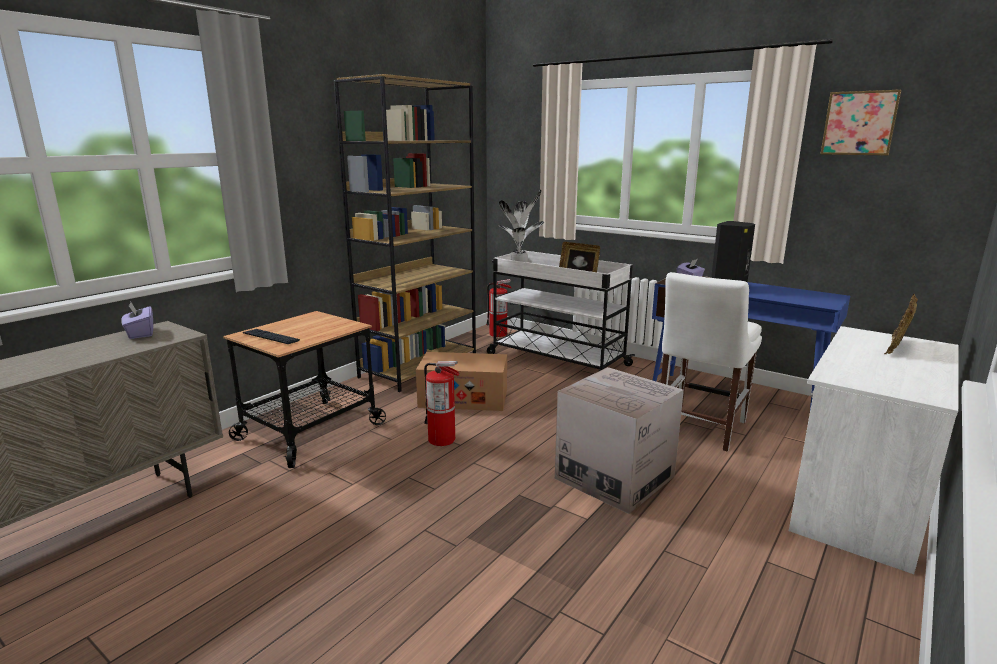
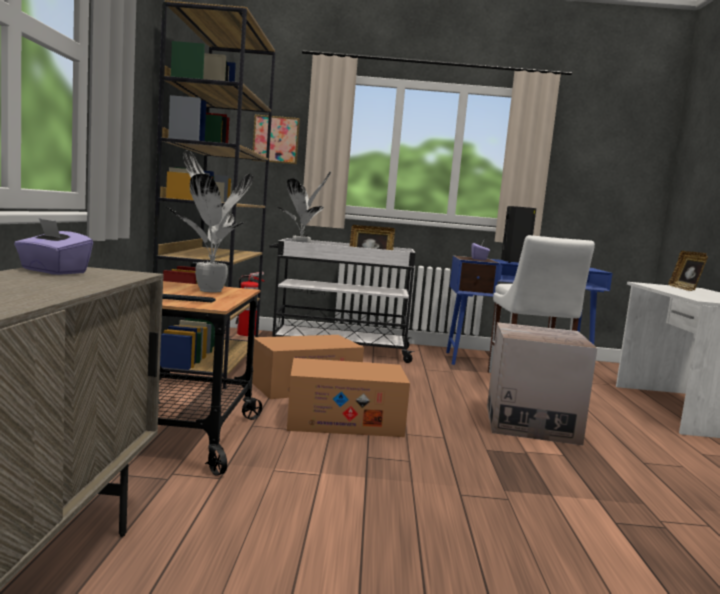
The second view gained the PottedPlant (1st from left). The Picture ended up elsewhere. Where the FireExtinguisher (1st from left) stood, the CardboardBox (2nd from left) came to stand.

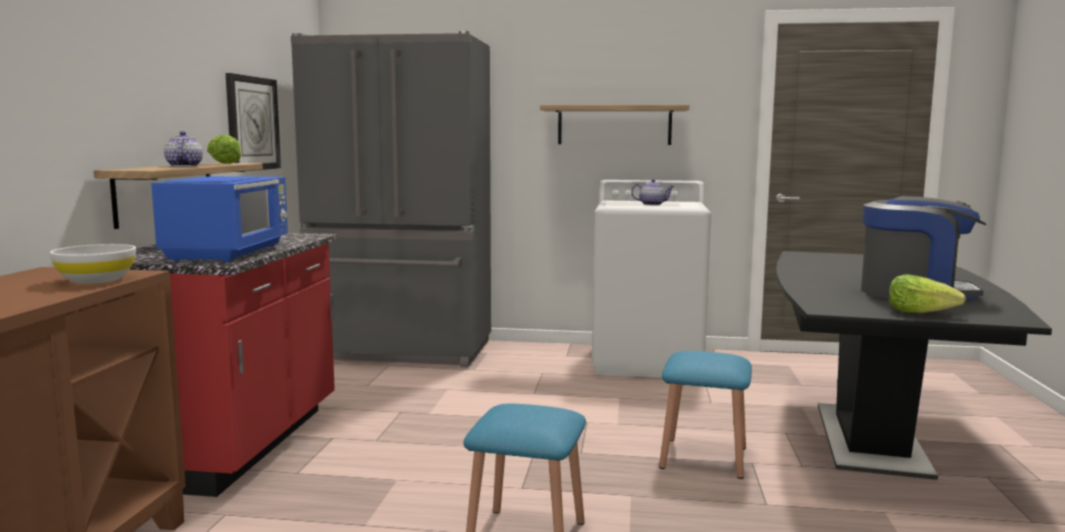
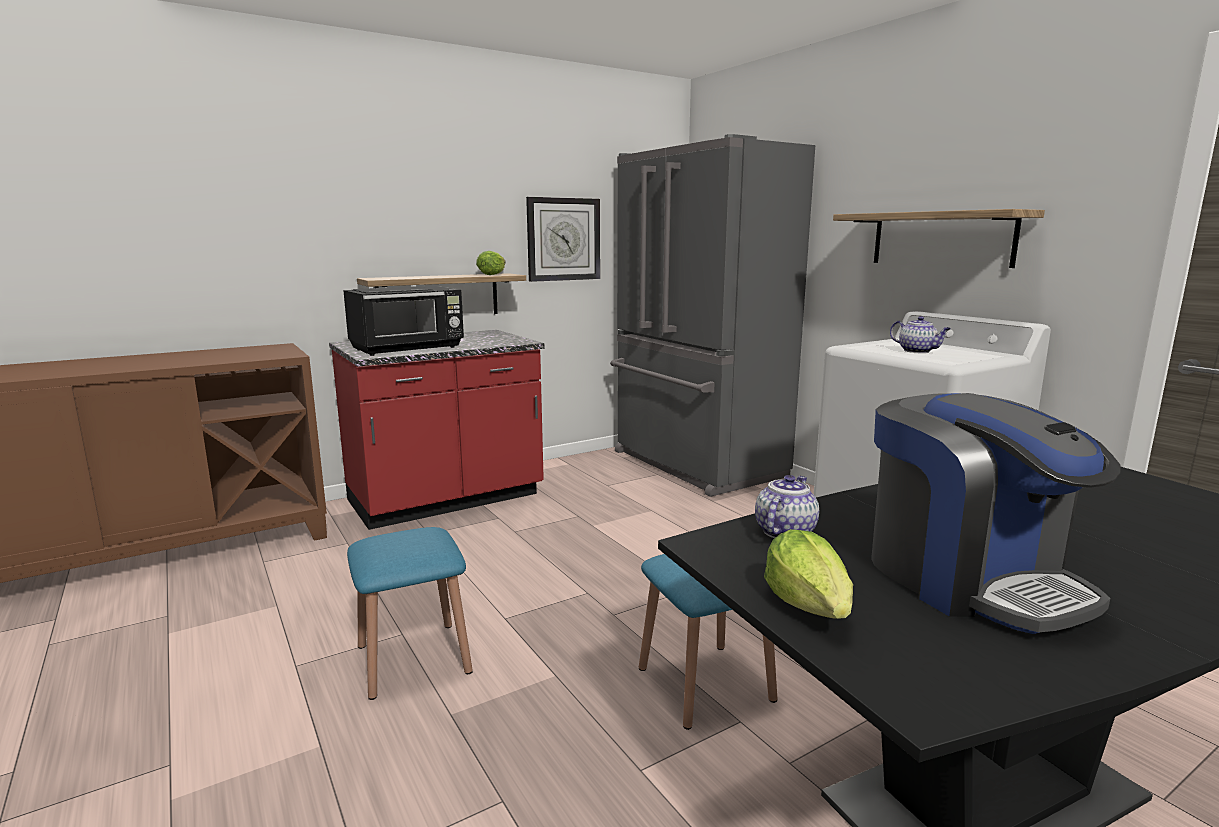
What was the BlueMicrowave turned into the BlackMicrowave. The Teapot (1st from left) ended up elsewhere. The second view lost the WhiteBowl.

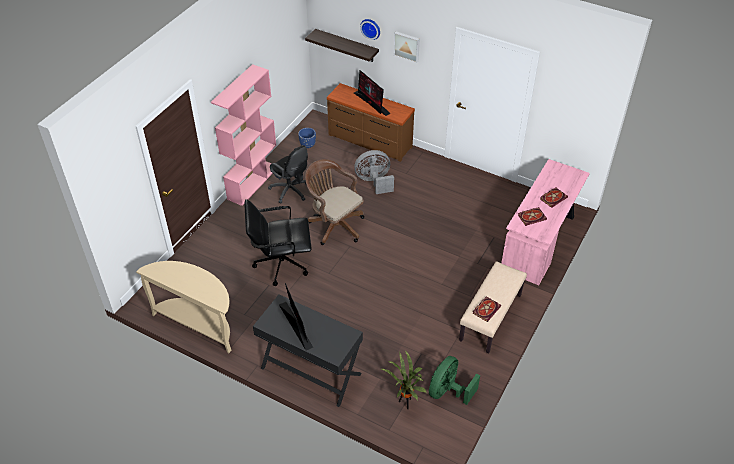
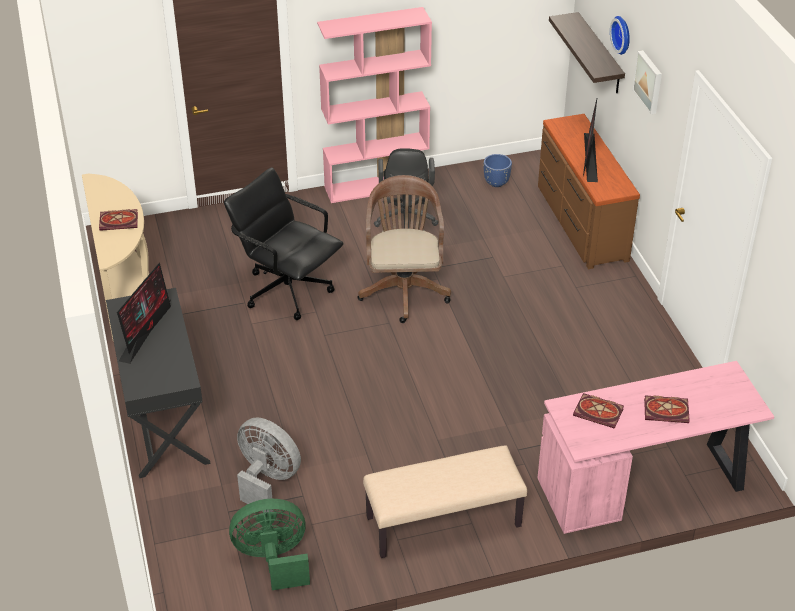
The Book (1st from left) ended up elsewhere. The GreyFan ended up elsewhere. The second view lost the PottedPlant.

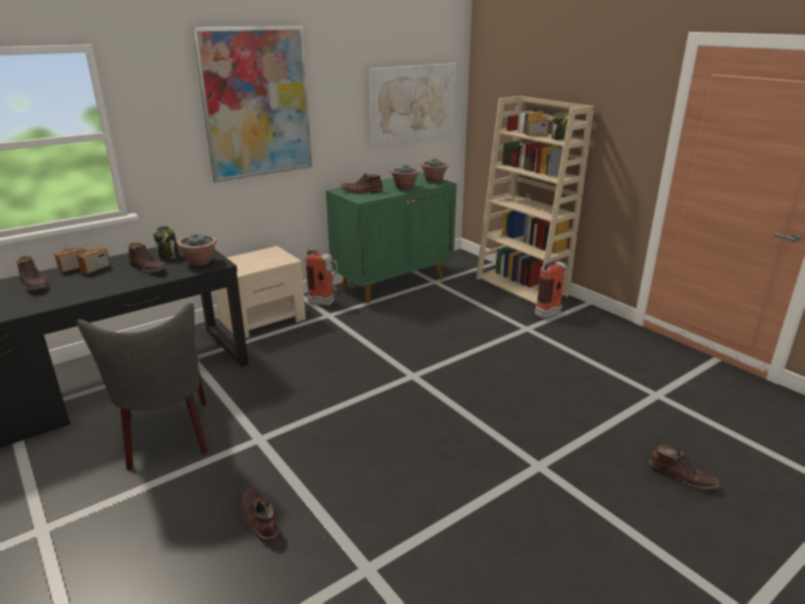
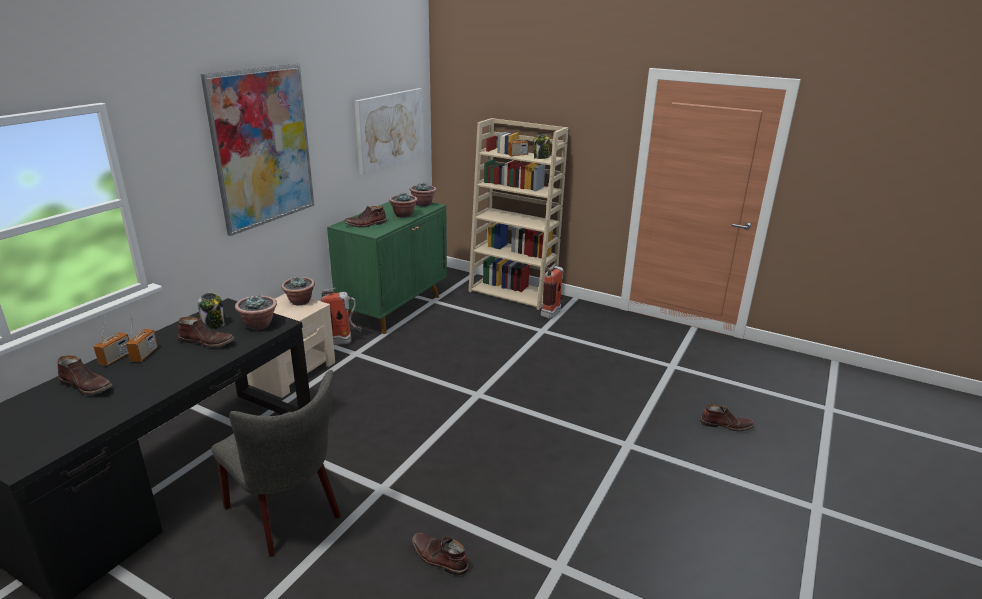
The second view gained the PottedPlant (2nd from left).

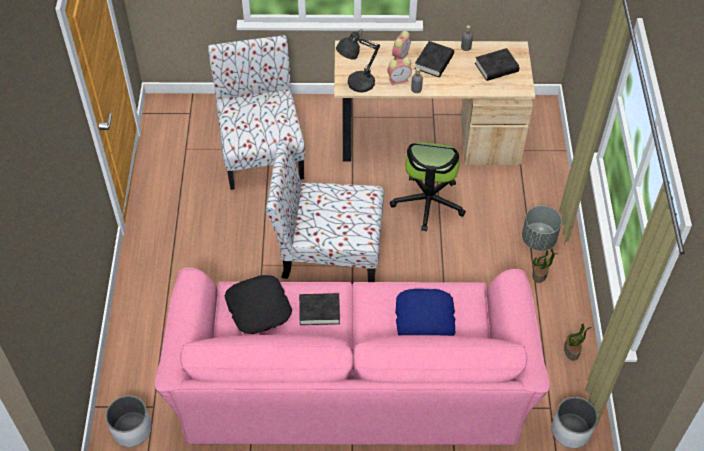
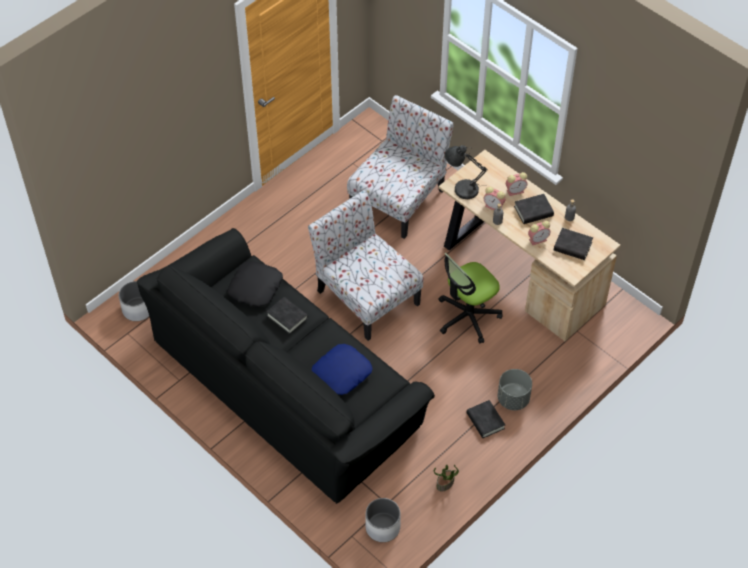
What was the PinkSofa turned into the BlackSofa. Where the PottedPlant (1st from left) stood, the BlackBook (2nd from left) came to stand. The second view gained the AlarmClock (3rd from left).

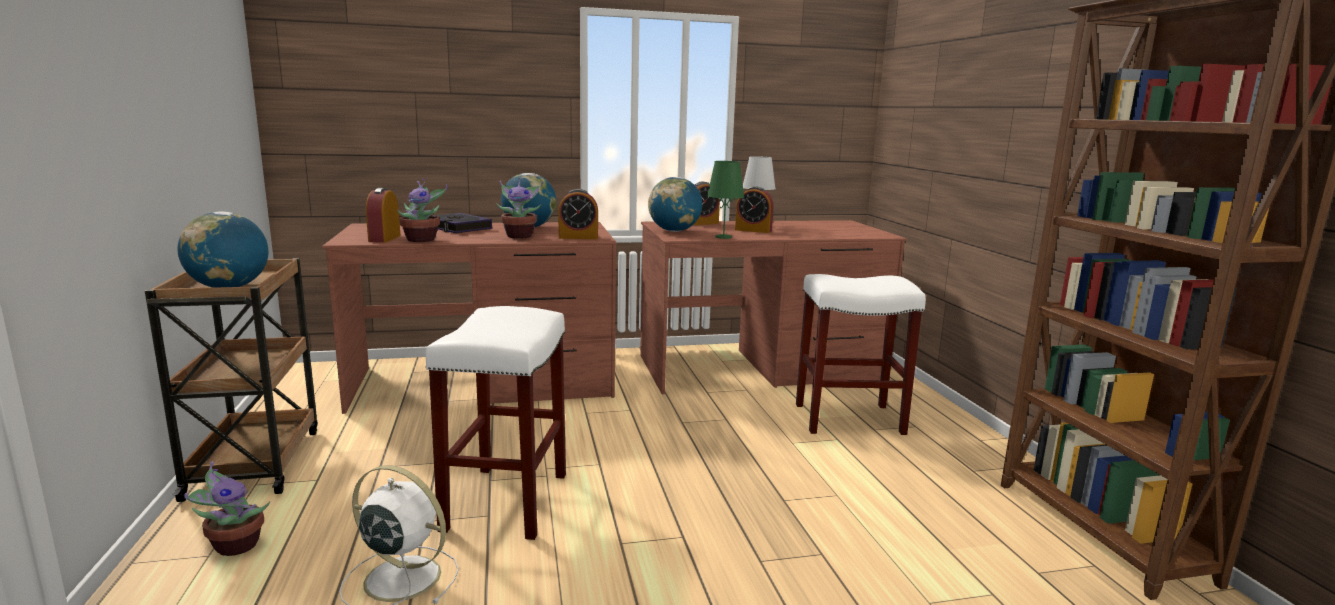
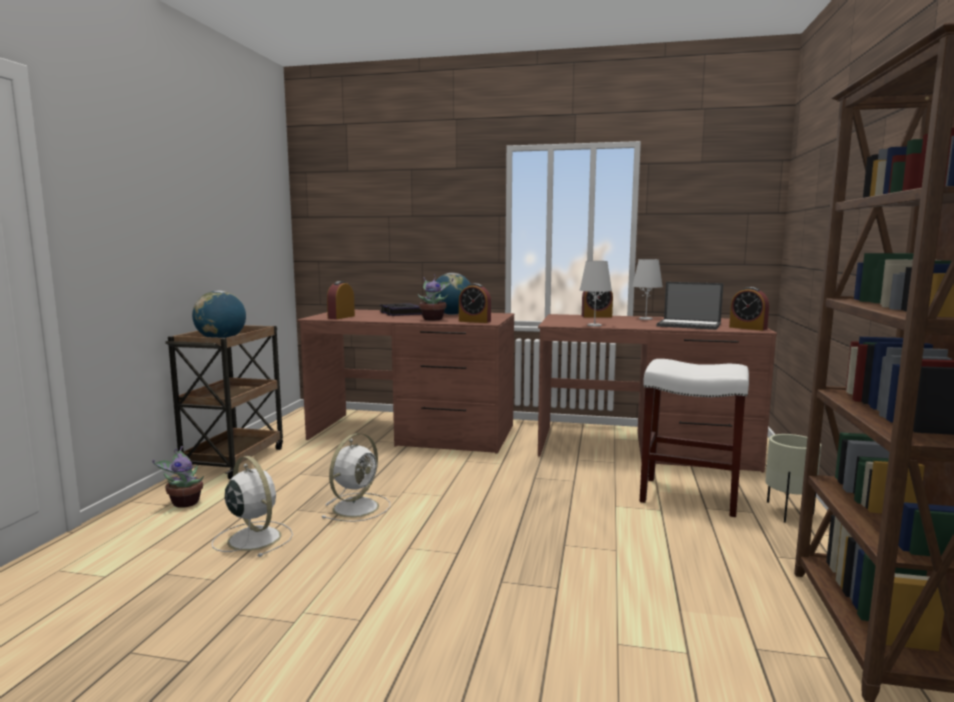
Where the WhiteStool (1st from left) stood, the WhiteFan (2nd from left) came to stand. What was the GreenTableLamp turned into the WhiteTableLamp (1st from left). The second view gained the Laptop. The AlarmClock (4th from left) ended up elsewhere. The second view gained the BeigePlanter. The second view lost the PottedPlant (2nd from left). The second view lost the Globe (3rd from left).

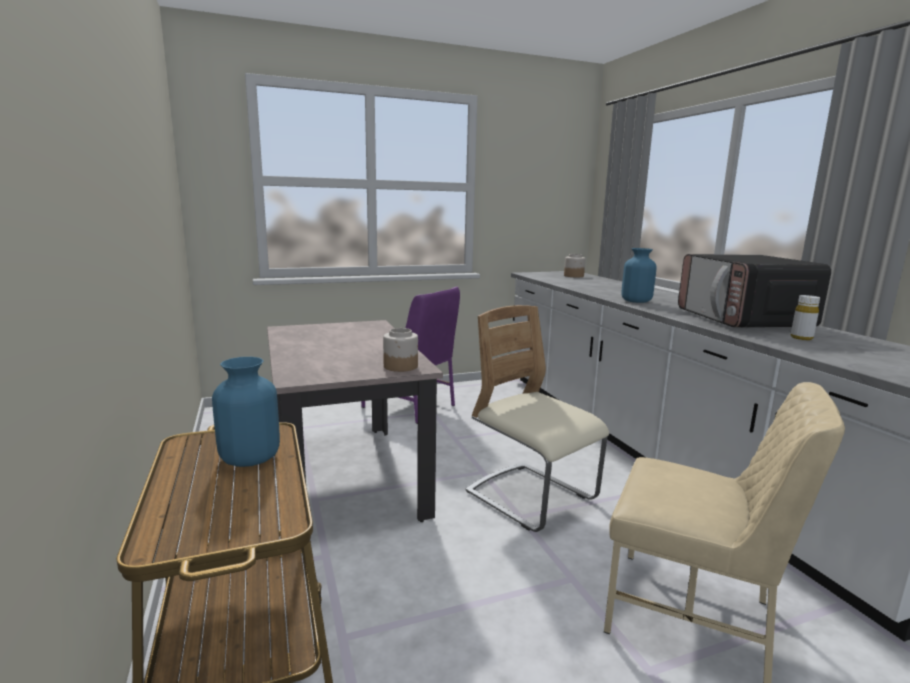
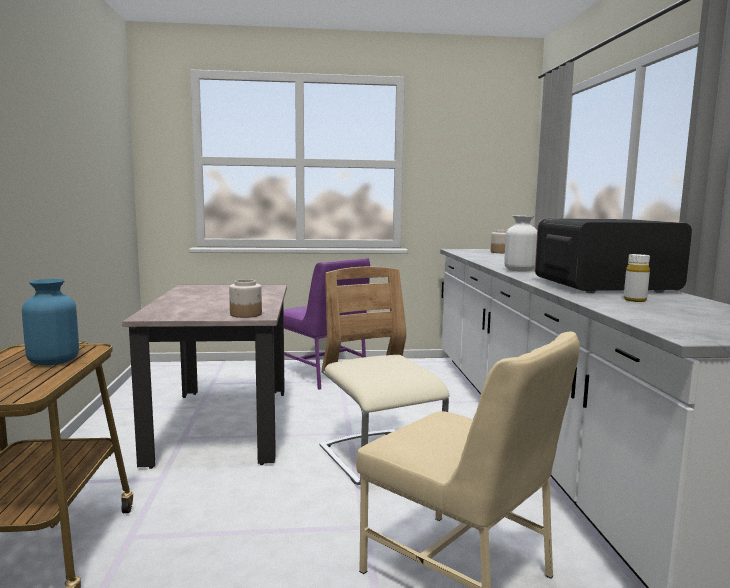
What was the BlueVase (2nd from left) turned into the WhiteVase. The Microwave ended up facing another way, 75 degrees clockwise from before.

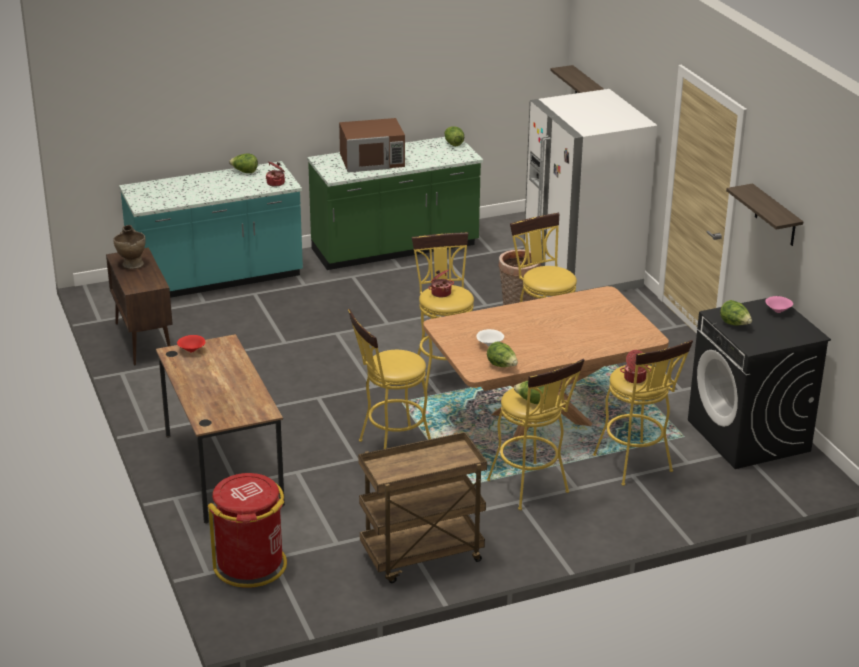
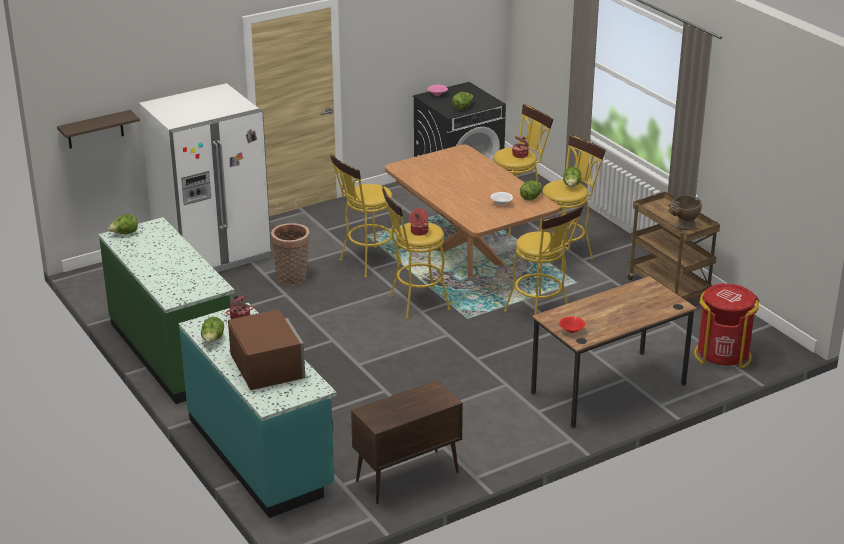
The BrownMicrowave ended up elsewhere. The BeigeVase ended up elsewhere. The second view lost the Shelf (2nd from left).

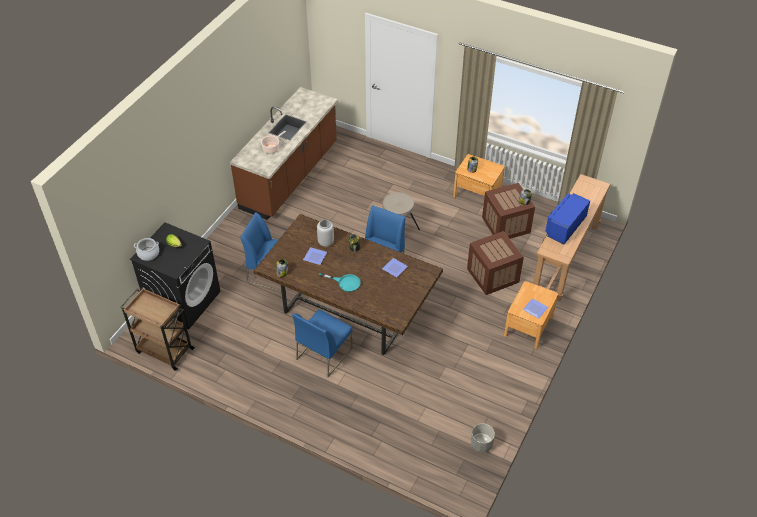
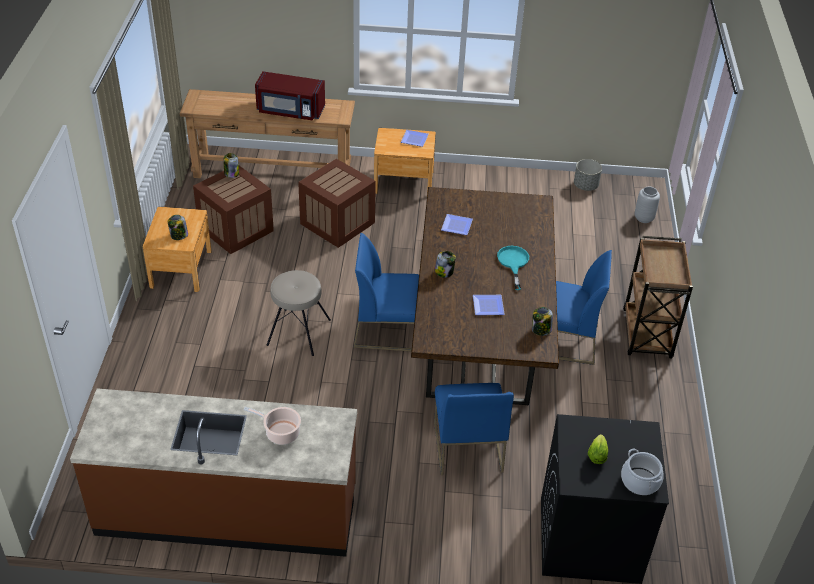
What was the BlueMicrowave turned into the RedMicrowave. The BrownCart ended up elsewhere. The GreyVase ended up elsewhere.

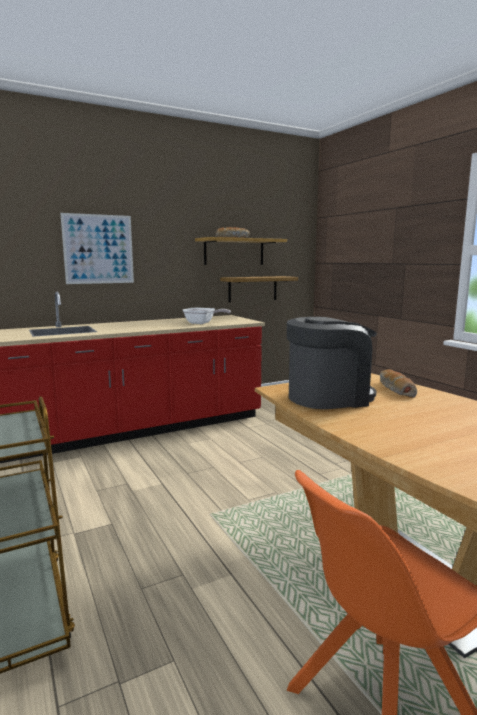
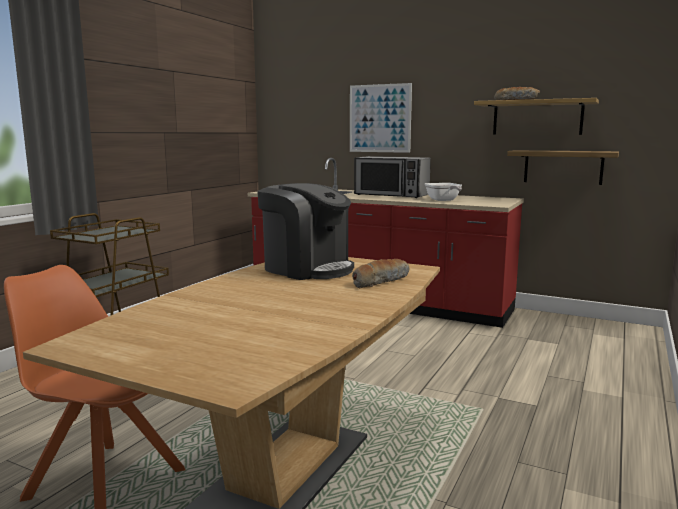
The second view gained the Microwave.

